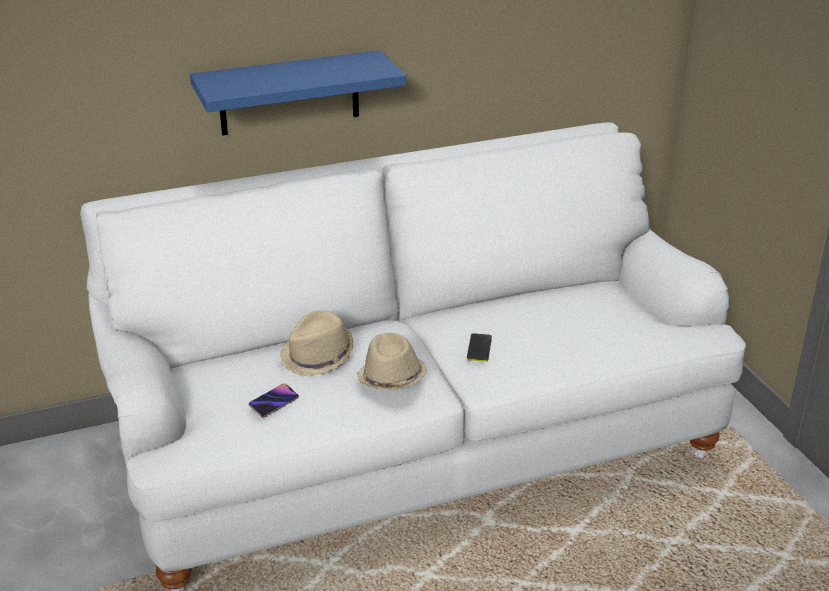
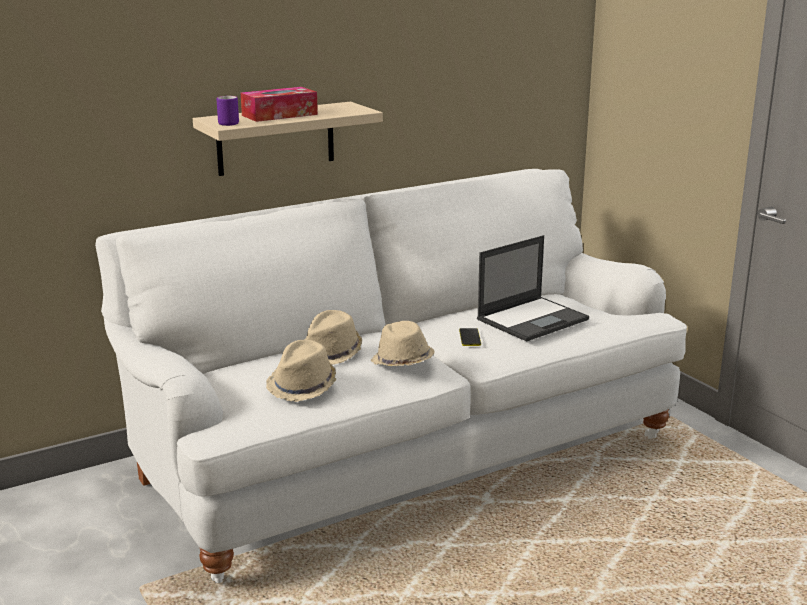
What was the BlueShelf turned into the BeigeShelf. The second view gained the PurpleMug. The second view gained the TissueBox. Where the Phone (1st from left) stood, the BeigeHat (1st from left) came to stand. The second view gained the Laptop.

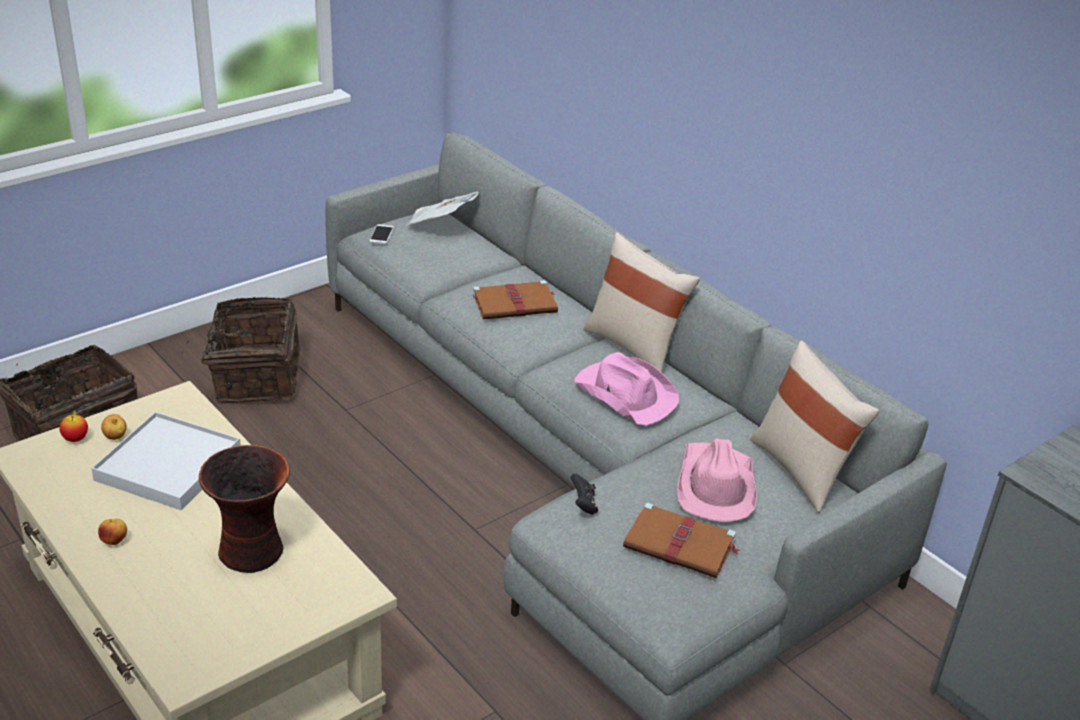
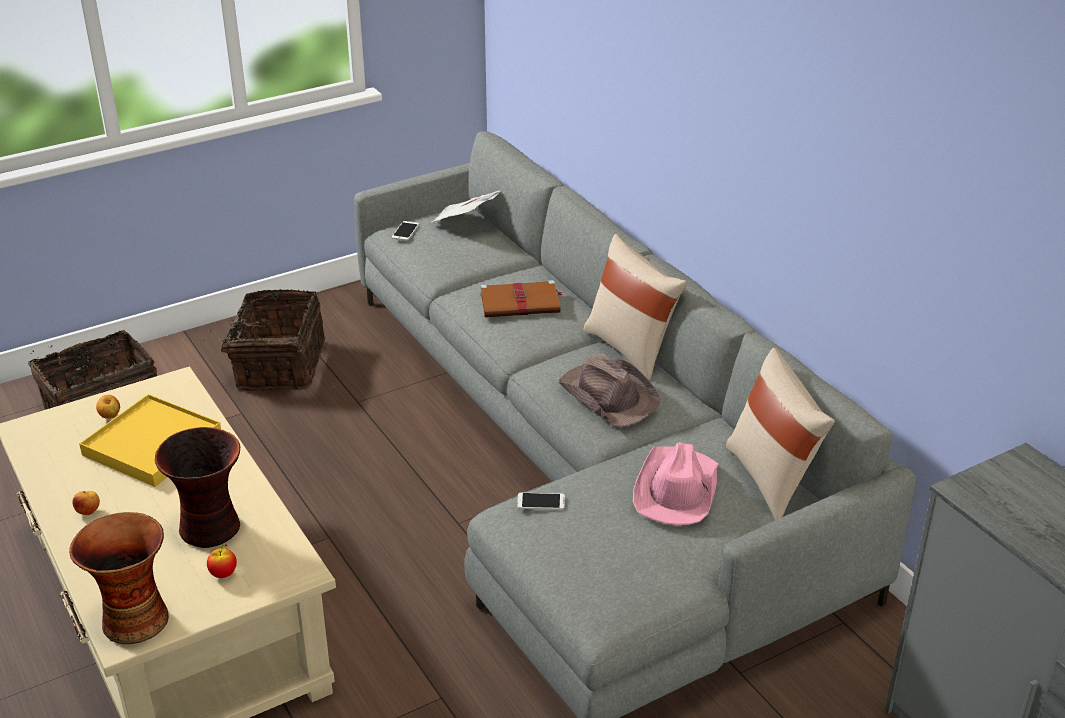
The second view gained the Vase (1st from left). What was the WhiteTray turned into the YellowTray. The Apple (1st from left in the first image) ended up elsewhere. Where the BlackGameController stood, the Phone (2nd from left) came to stand. What was the PinkHat (1st from left) turned into the BrownHat. The second view lost the BrownBook (2nd from left).

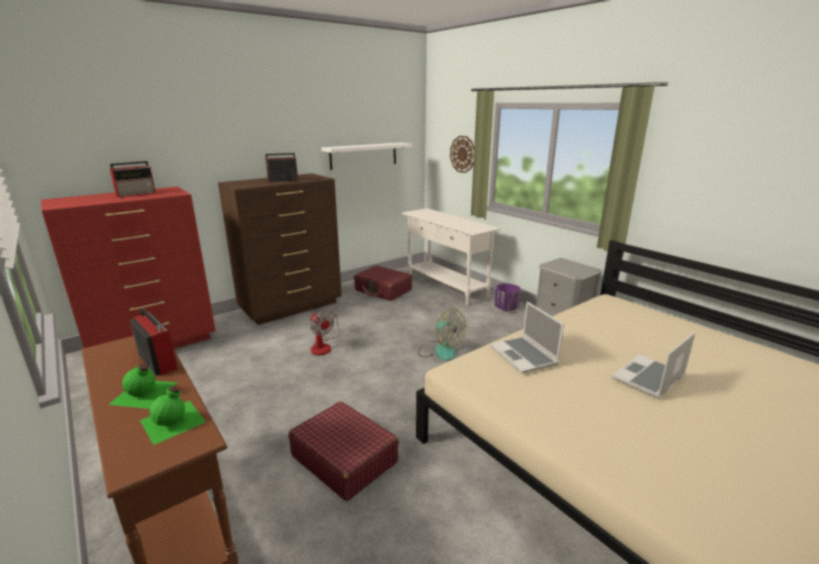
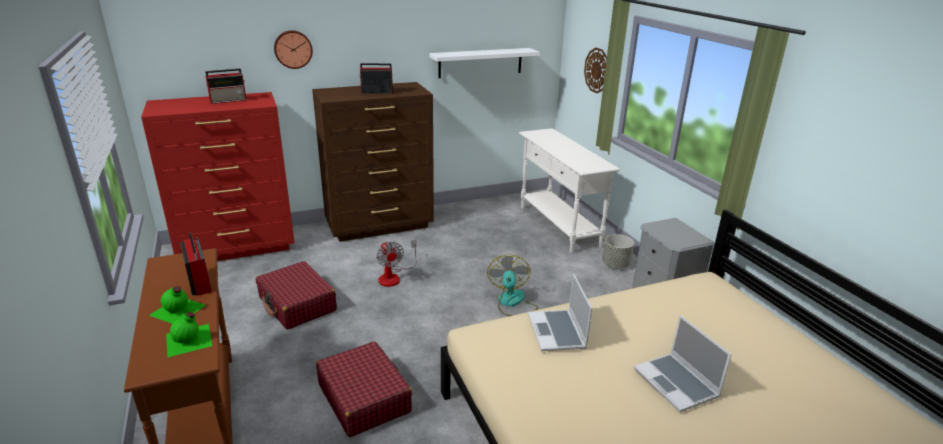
The RedSuitcase (2nd from left in the first image) ended up elsewhere. The second view gained the WallClock (1st from left). The Fan (2nd from left) ended up facing another way, 150 degrees counterclockwise from before. What was the PurplePlanter turned into the GreyPlanter. The Laptop (2nd from left) ended up facing another way, 90 degrees counterclockwise from before.

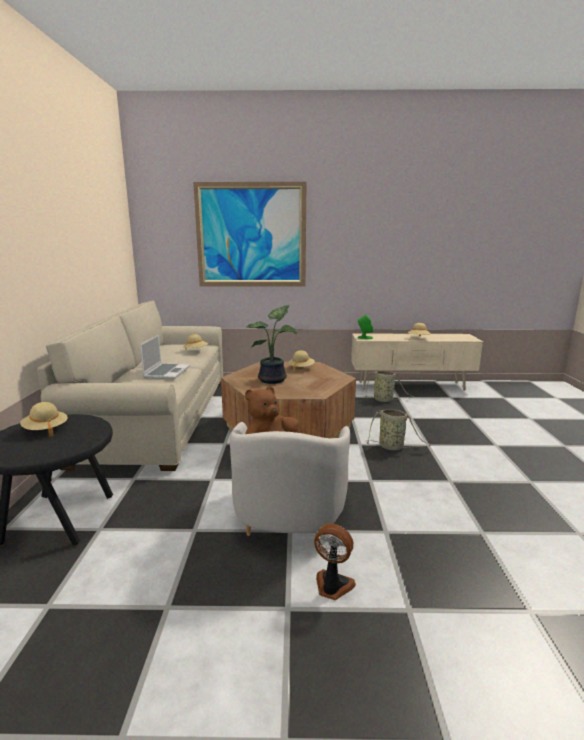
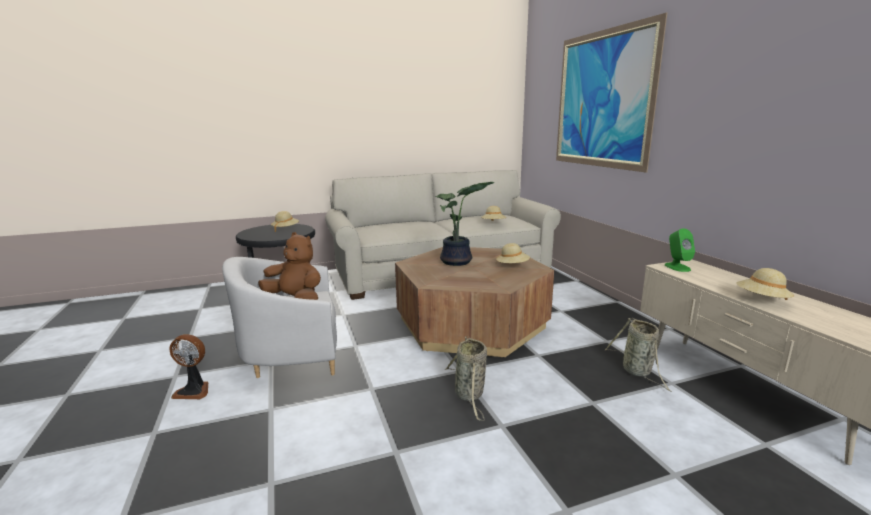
The Fan ended up facing another way, 90 degrees clockwise from before. The second view lost the Laptop.

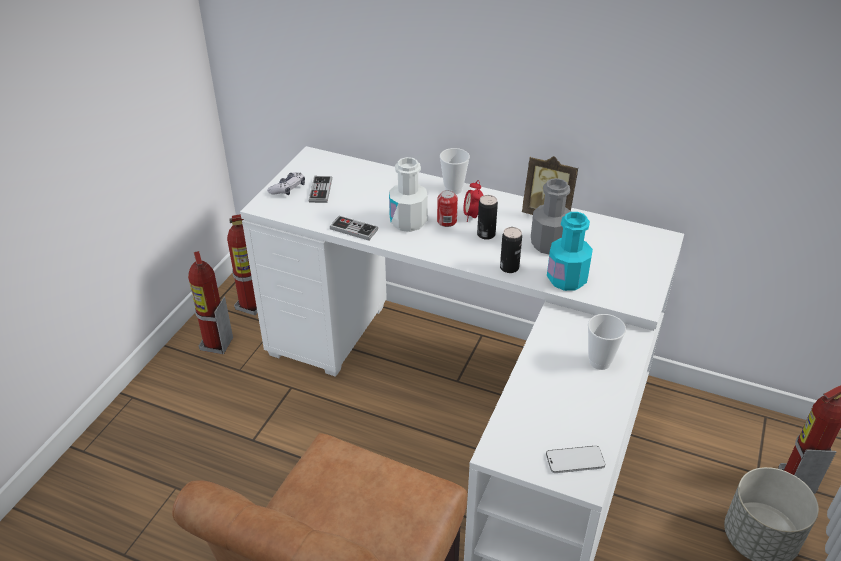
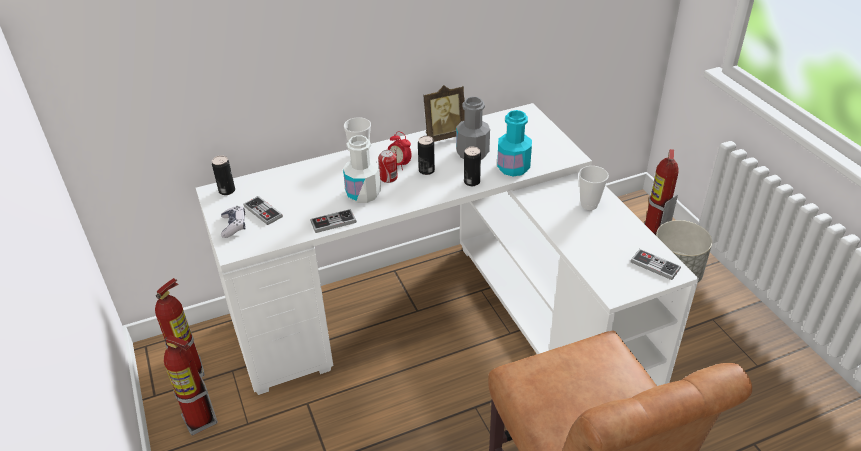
The second view gained the Can (1st from left). Where the Phone stood, the GameController (4th from left) came to stand.

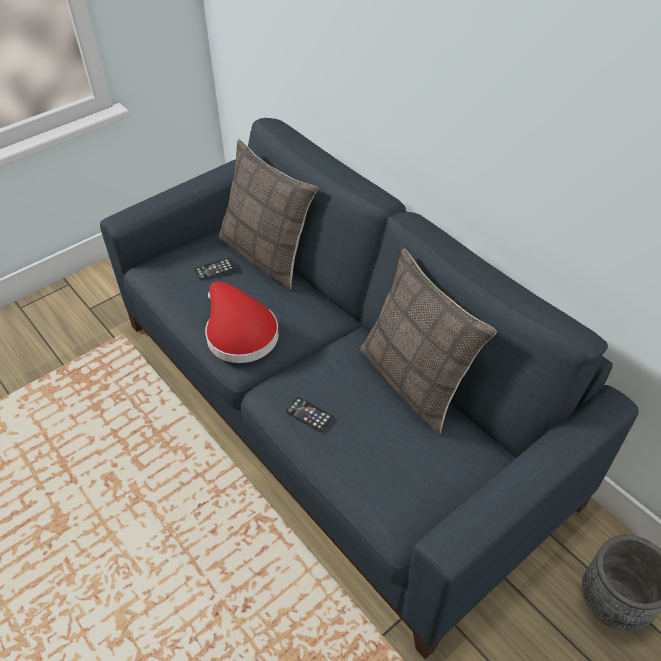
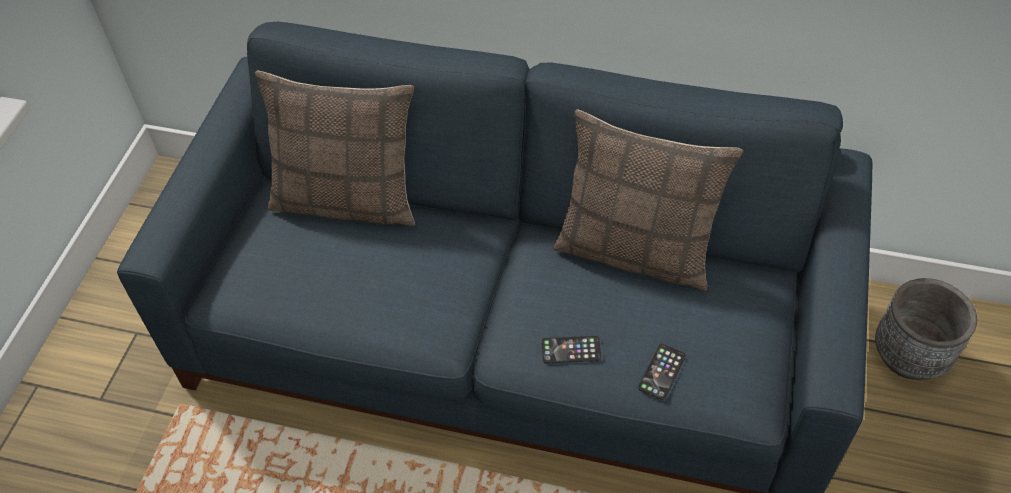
The Phone (1st from left in the first image) ended up elsewhere. The second view lost the RedHat.

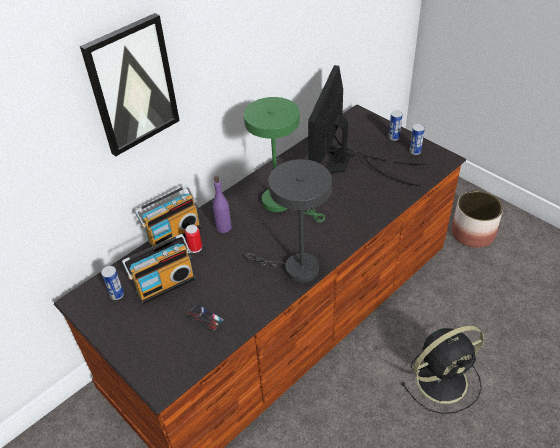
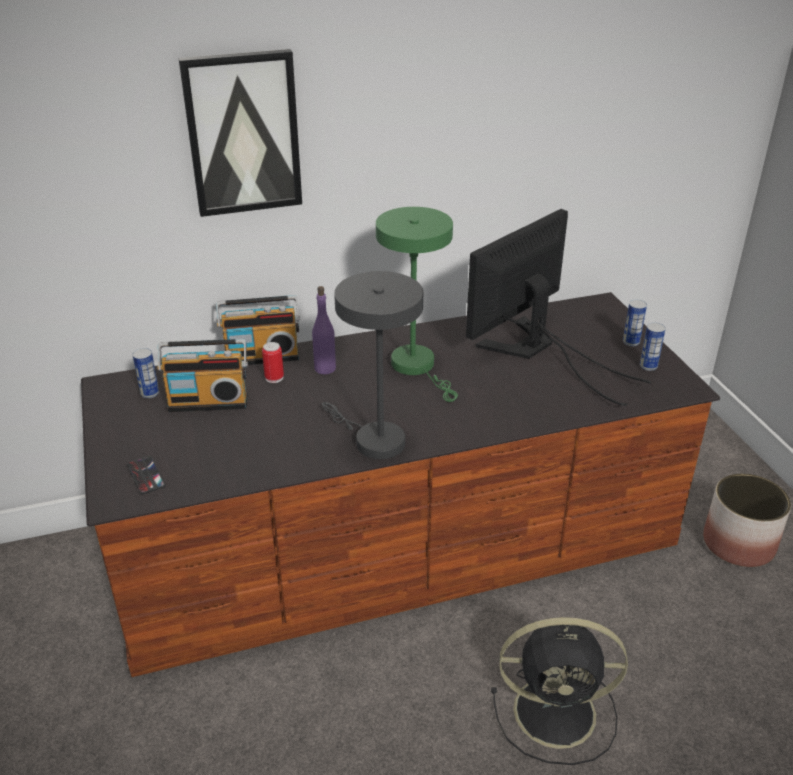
The Phone ended up elsewhere.

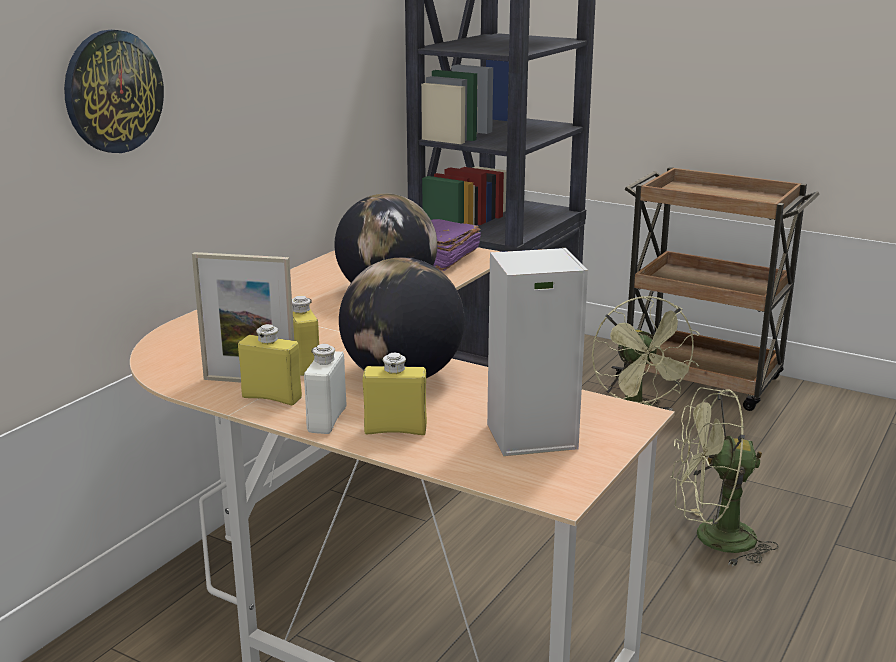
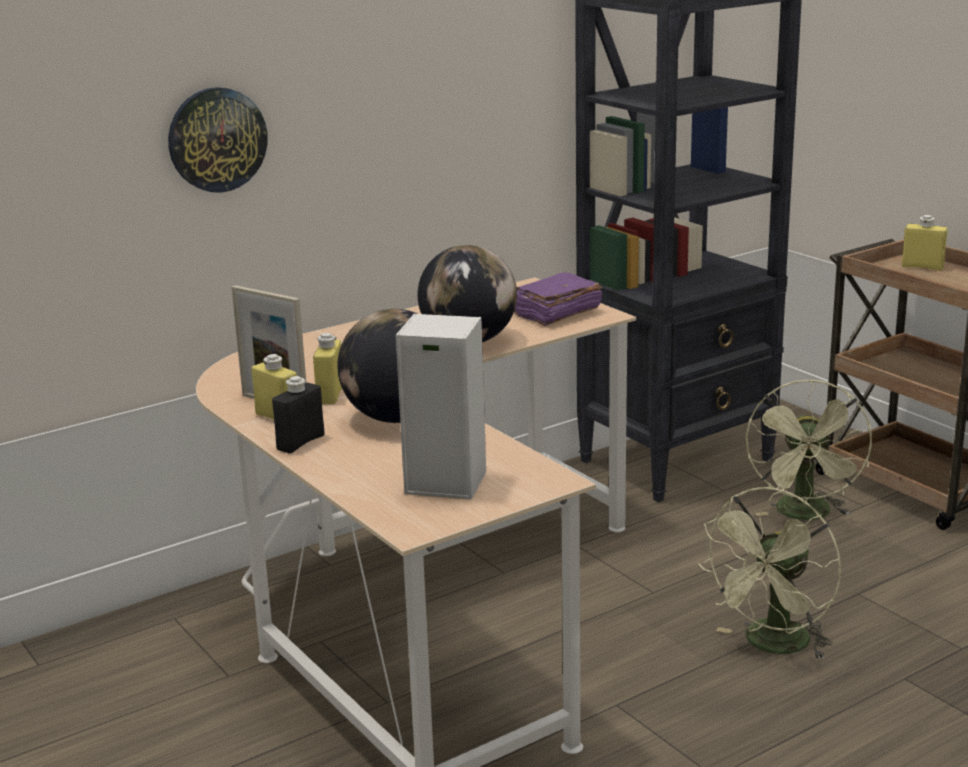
What was the WhiteBottle turned into the BlackBottle. The GreenFan (2nd from left in the first image) ended up facing another way, 75 degrees counterclockwise from before. The YellowBottle (3rd from left) ended up elsewhere.

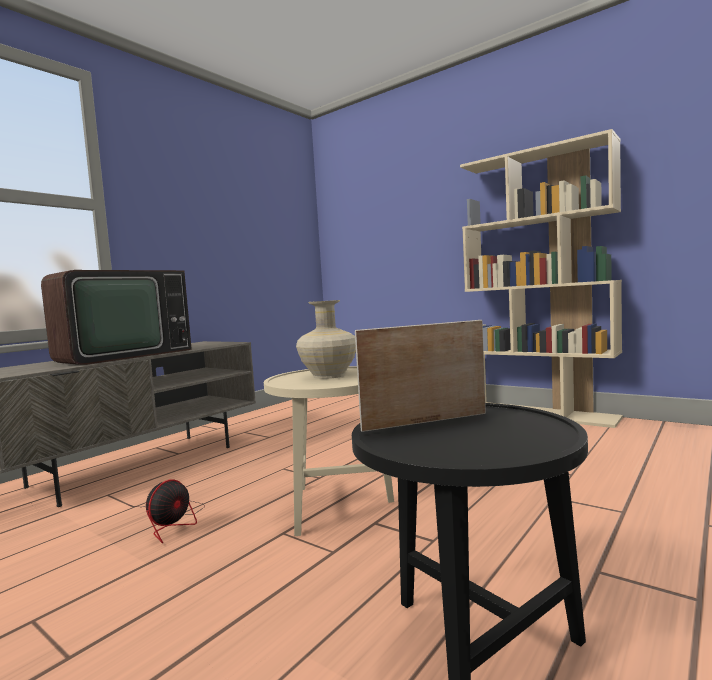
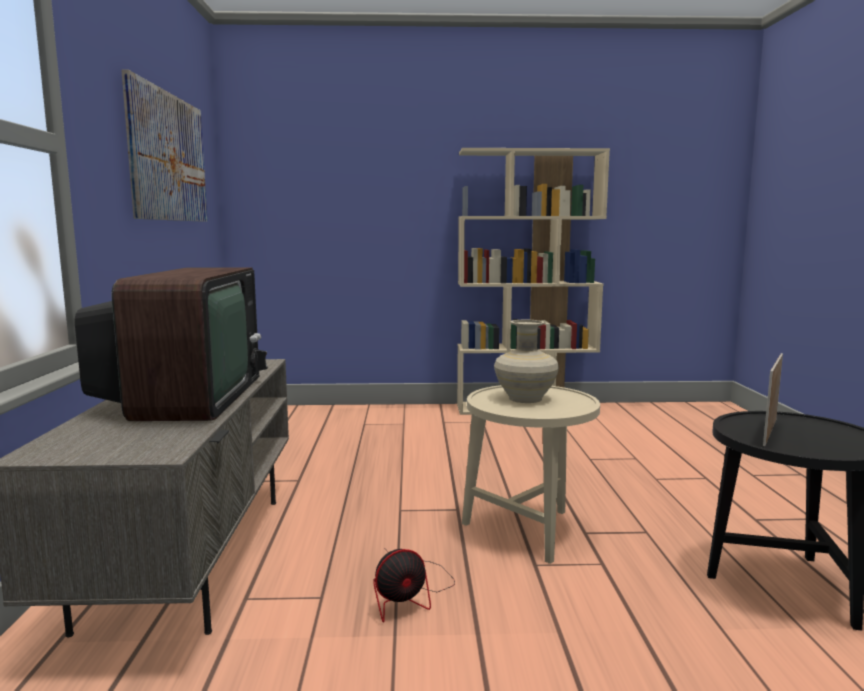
The second view gained the Picture. The Fan ended up facing another way, 75 degrees clockwise from before.

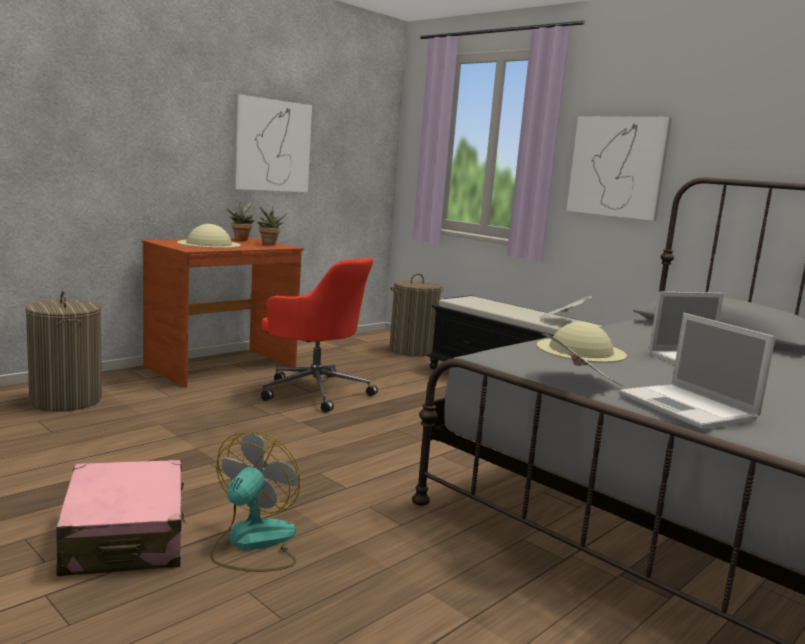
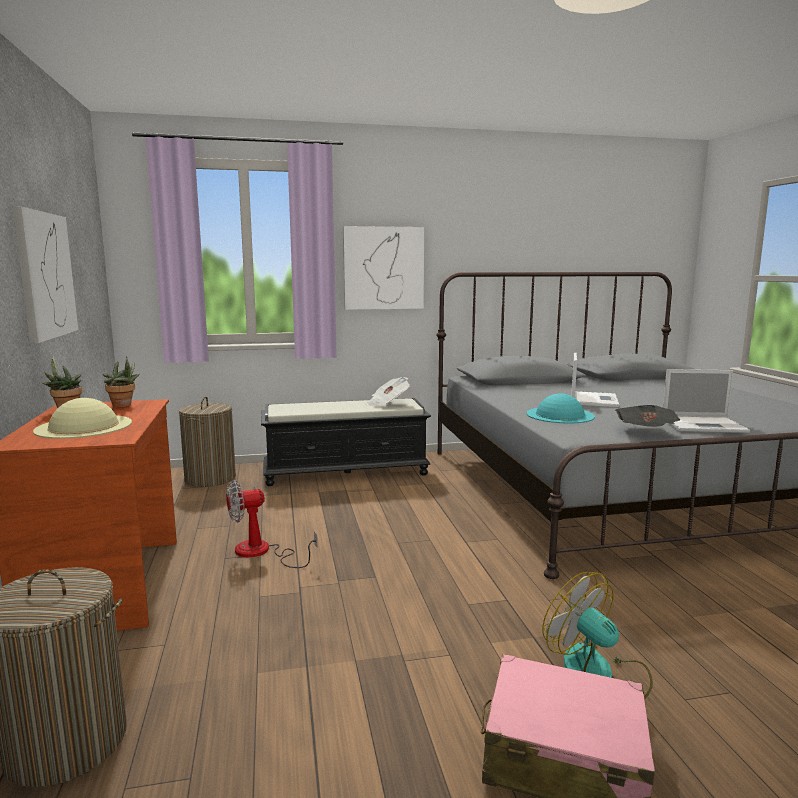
Where the RedOfficeChair stood, the Fan (1st from left) came to stand. What was the BeigeHat (2nd from left) turned into the TurquoiseHat.

